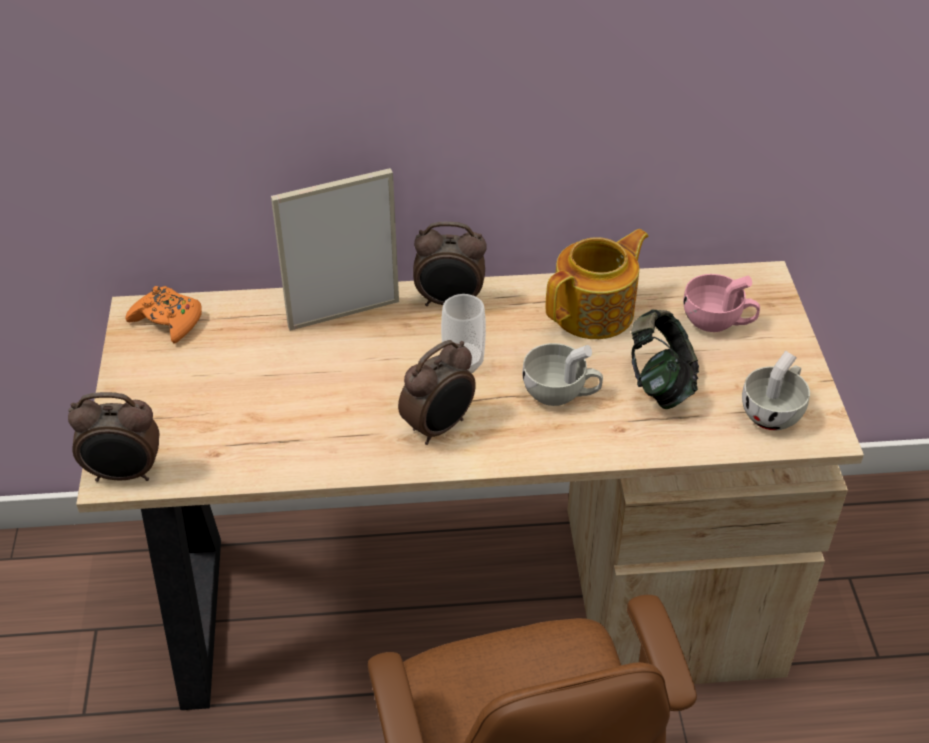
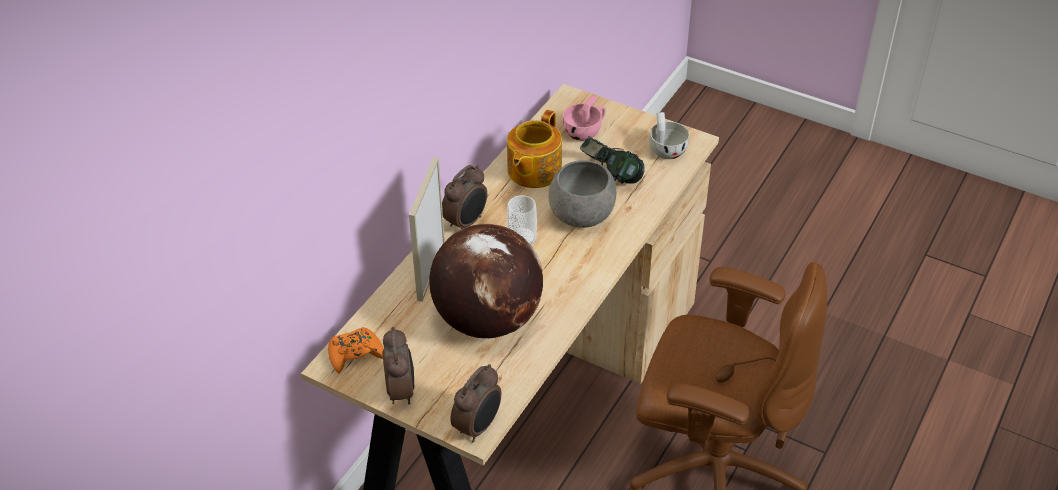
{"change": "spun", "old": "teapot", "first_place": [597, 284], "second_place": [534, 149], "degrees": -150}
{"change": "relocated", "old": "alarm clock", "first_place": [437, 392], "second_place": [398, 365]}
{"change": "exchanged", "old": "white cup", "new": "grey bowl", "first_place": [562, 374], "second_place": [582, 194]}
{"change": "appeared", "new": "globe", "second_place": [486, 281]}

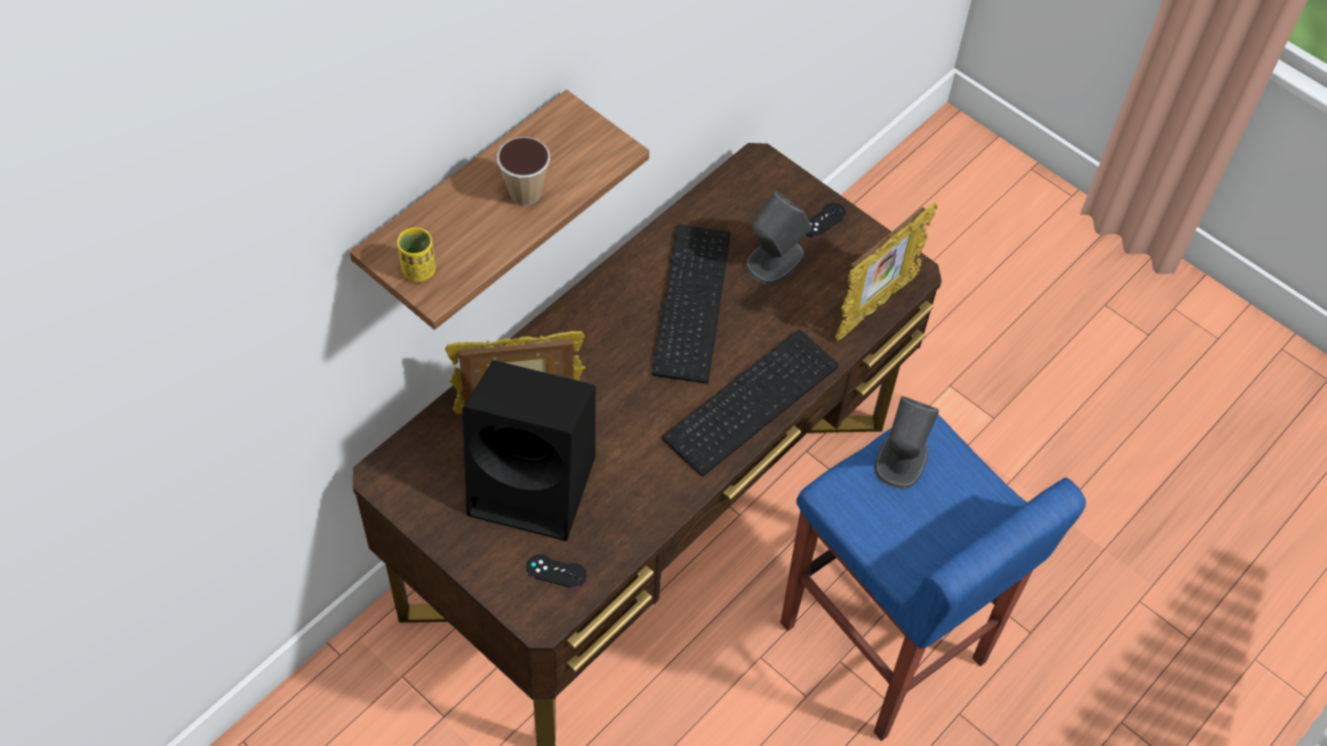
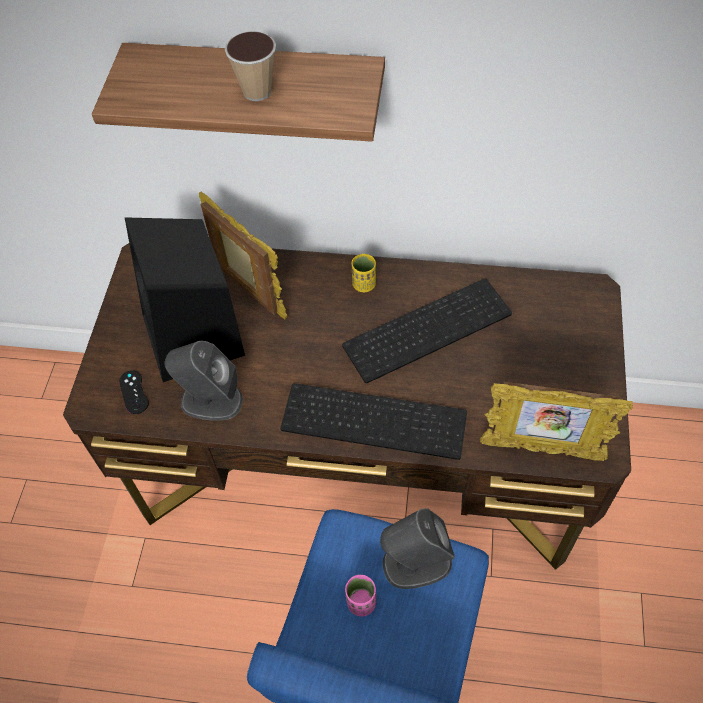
{"change": "relocated", "old": "grey speaker", "first_place": [778, 238], "second_place": [203, 381]}
{"change": "missing", "old": "black game controller", "first_place": [826, 220]}
{"change": "relocated", "old": "yellow cup", "first_place": [416, 254], "second_place": [364, 273]}
{"change": "appeared", "new": "pink cup", "second_place": [360, 596]}

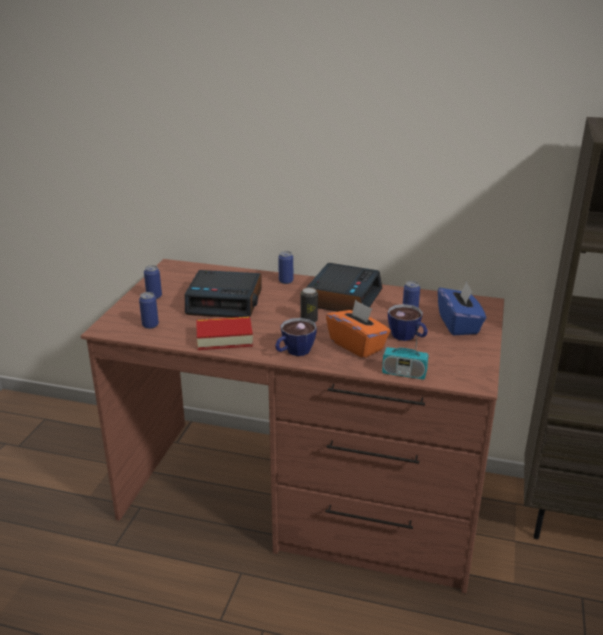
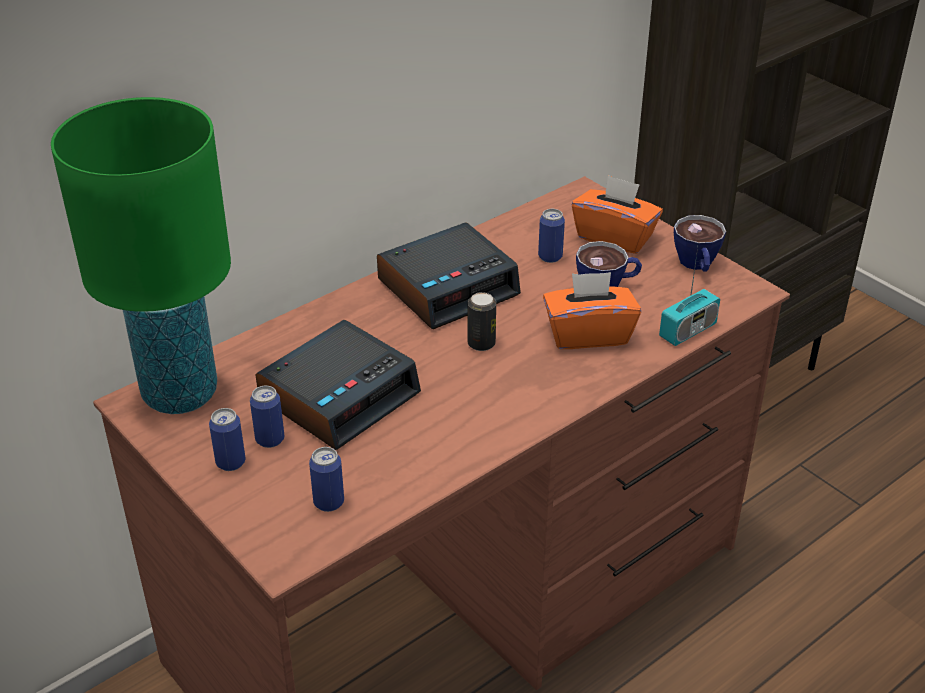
{"change": "relocated", "old": "can", "first_place": [285, 267], "second_place": [267, 416]}
{"change": "spun", "old": "alarm clock", "first_place": [344, 287], "second_place": [449, 275], "degrees": 90}
{"change": "colour", "old": "blue tissue box", "new": "orange tissue box", "first_place": [462, 308], "second_place": [617, 214]}
{"change": "missing", "old": "book", "first_place": [224, 333]}
{"change": "relocated", "old": "cup", "first_place": [296, 337], "second_place": [700, 243]}
{"change": "appeared", "new": "green table lamp", "second_place": [141, 255]}

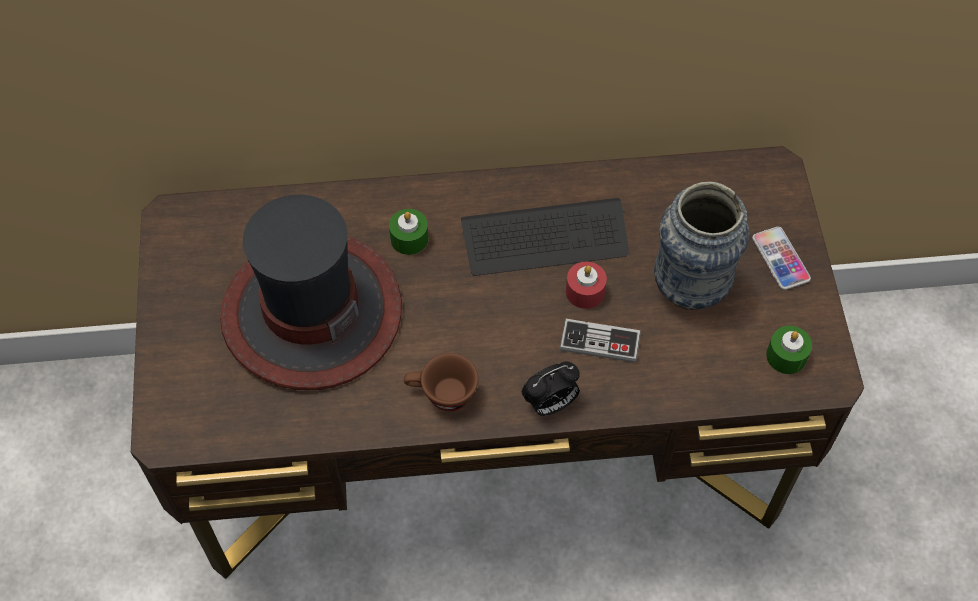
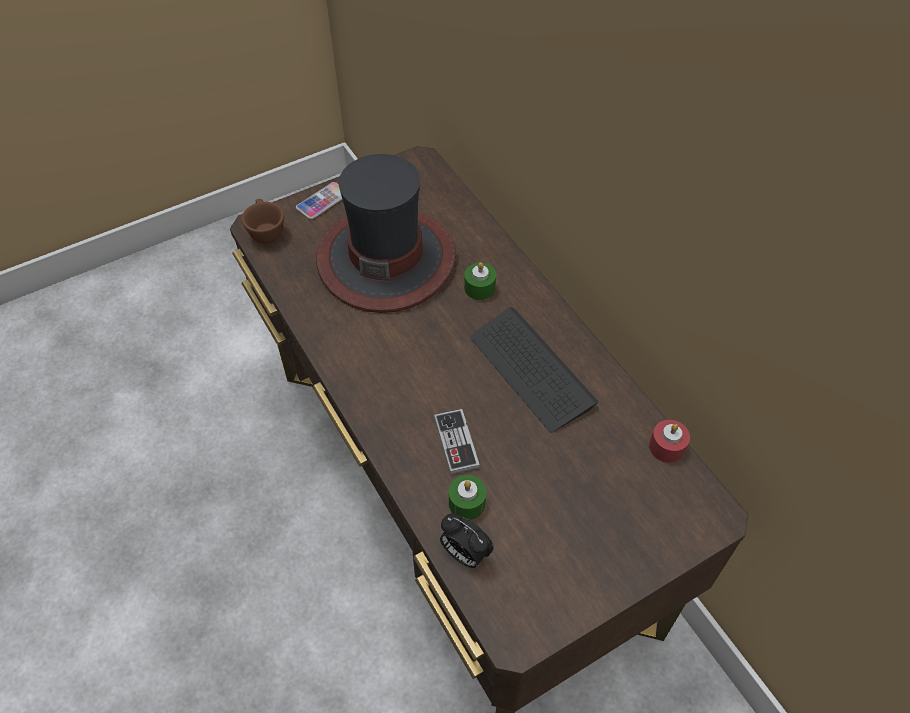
{"change": "missing", "old": "vase", "first_place": [702, 246]}
{"change": "relocated", "old": "phone", "first_place": [781, 258], "second_place": [319, 200]}
{"change": "relocated", "old": "red candle", "first_place": [586, 285], "second_place": [669, 441]}
{"change": "relocated", "old": "green candle", "first_place": [789, 350], "second_place": [467, 497]}
{"change": "relocated", "old": "brown cup", "first_place": [441, 382], "second_place": [263, 221]}
{"change": "relocated", "old": "alarm clock", "first_place": [551, 388], "second_place": [467, 540]}

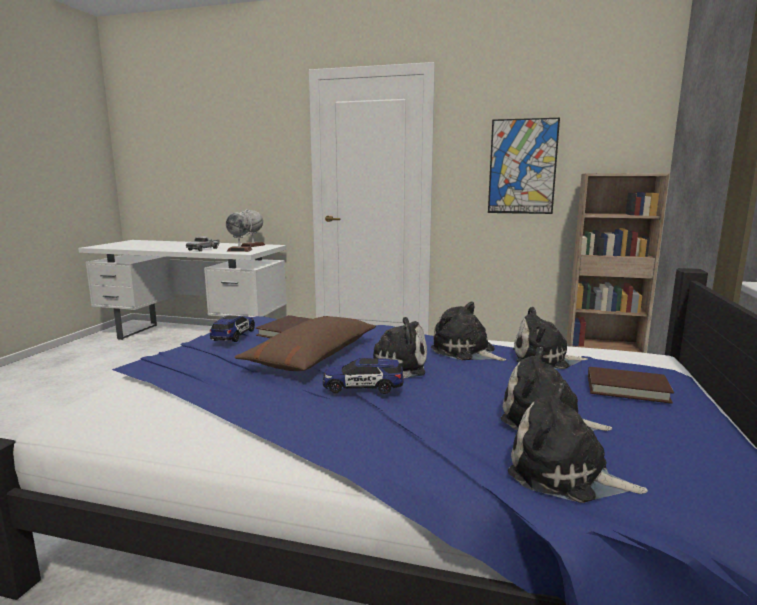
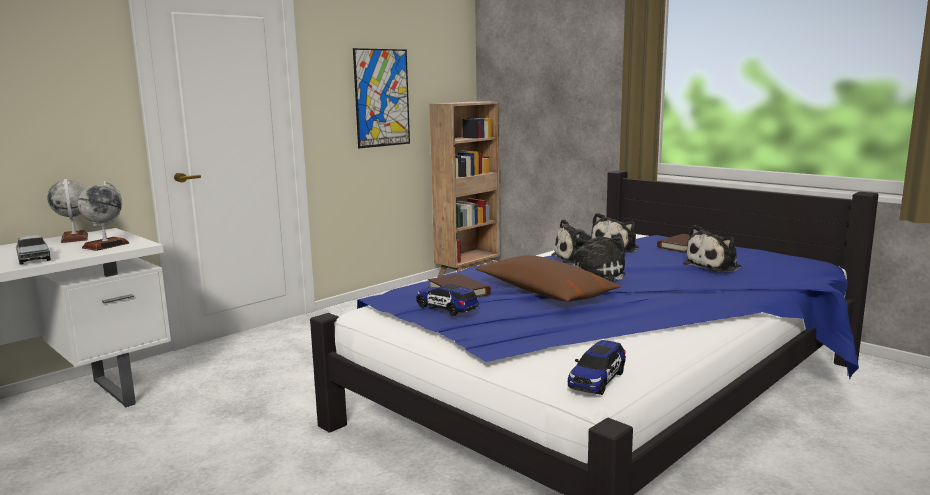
{"change": "relocated", "old": "toy car", "first_place": [363, 376], "second_place": [597, 367]}
{"change": "missing", "old": "plush toy", "first_place": [578, 443]}

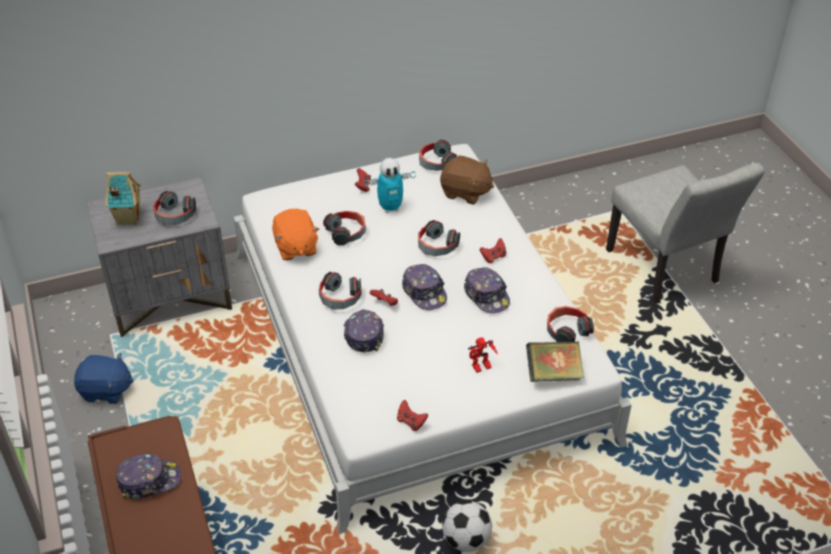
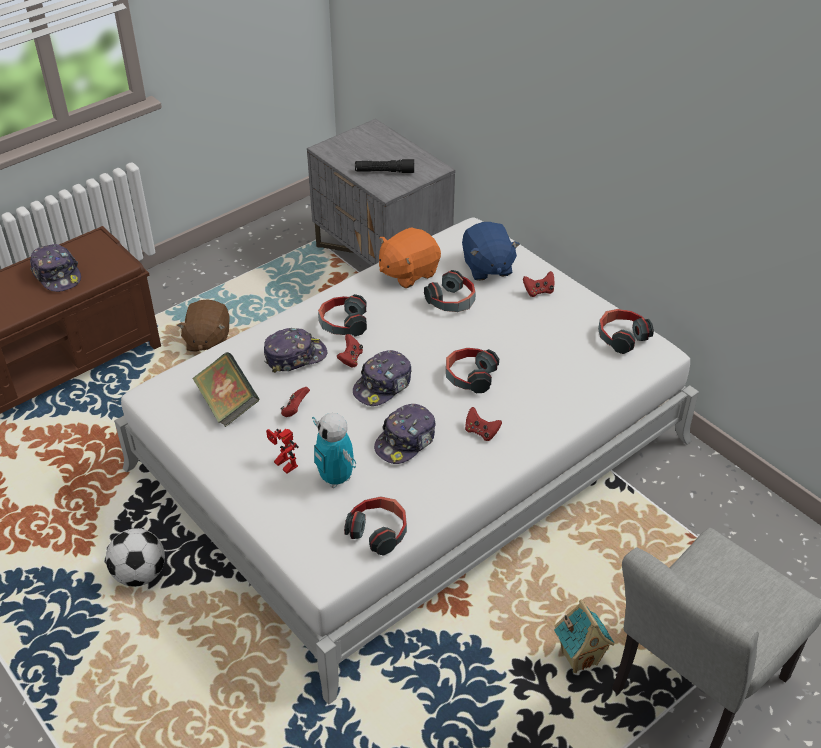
{"change": "relocated", "old": "brown plush toy", "first_place": [467, 180], "second_place": [203, 325]}
{"change": "relocated", "old": "toy robot", "first_place": [390, 185], "second_place": [334, 450]}
{"change": "relocated", "old": "toy house", "first_place": [123, 198], "second_place": [584, 636]}
{"change": "exchanged", "old": "headphones", "new": "black flashlight", "first_place": [174, 208], "second_place": [384, 166]}
{"change": "relocated", "old": "book", "first_place": [555, 361], "second_place": [226, 389]}
{"change": "relocated", "old": "blue plush toy", "first_place": [104, 378], "second_place": [491, 251]}
{"change": "relocated", "old": "red game controller", "first_place": [412, 415], "second_place": [295, 402]}

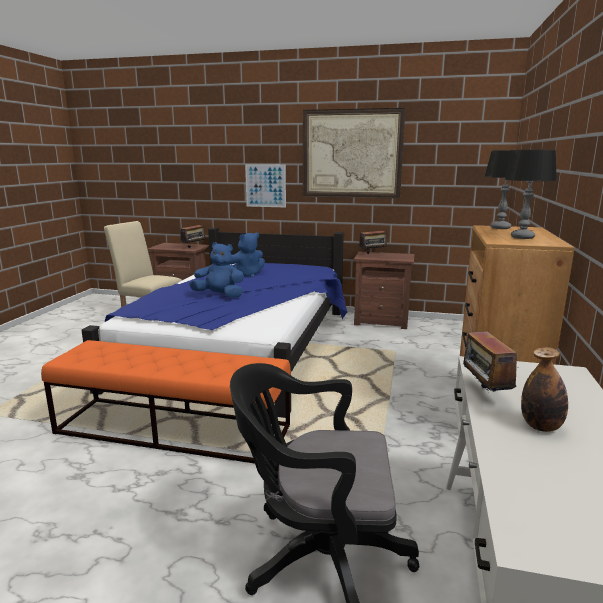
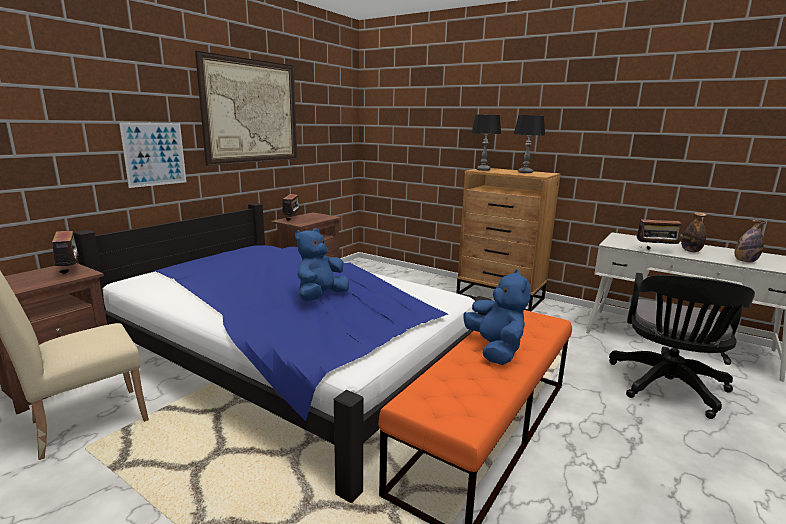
{"change": "relocated", "old": "blue plush toy", "first_place": [248, 254], "second_place": [497, 317]}
{"change": "appeared", "new": "bottle", "second_place": [750, 241]}

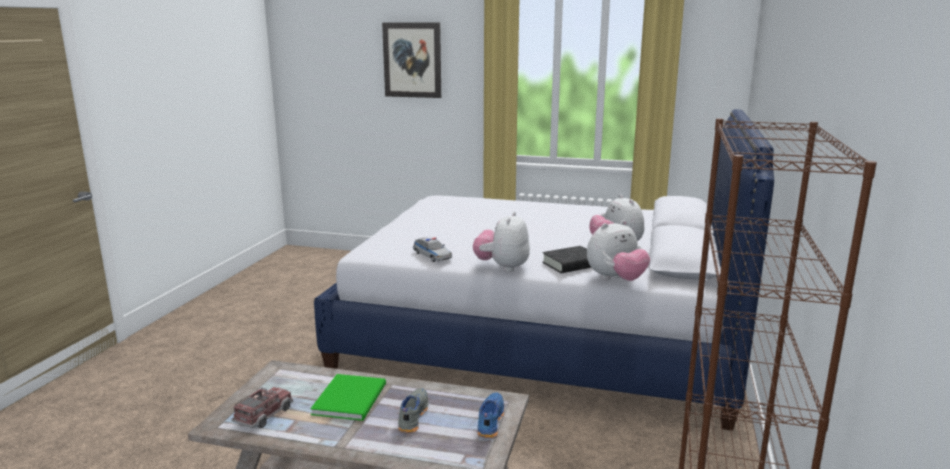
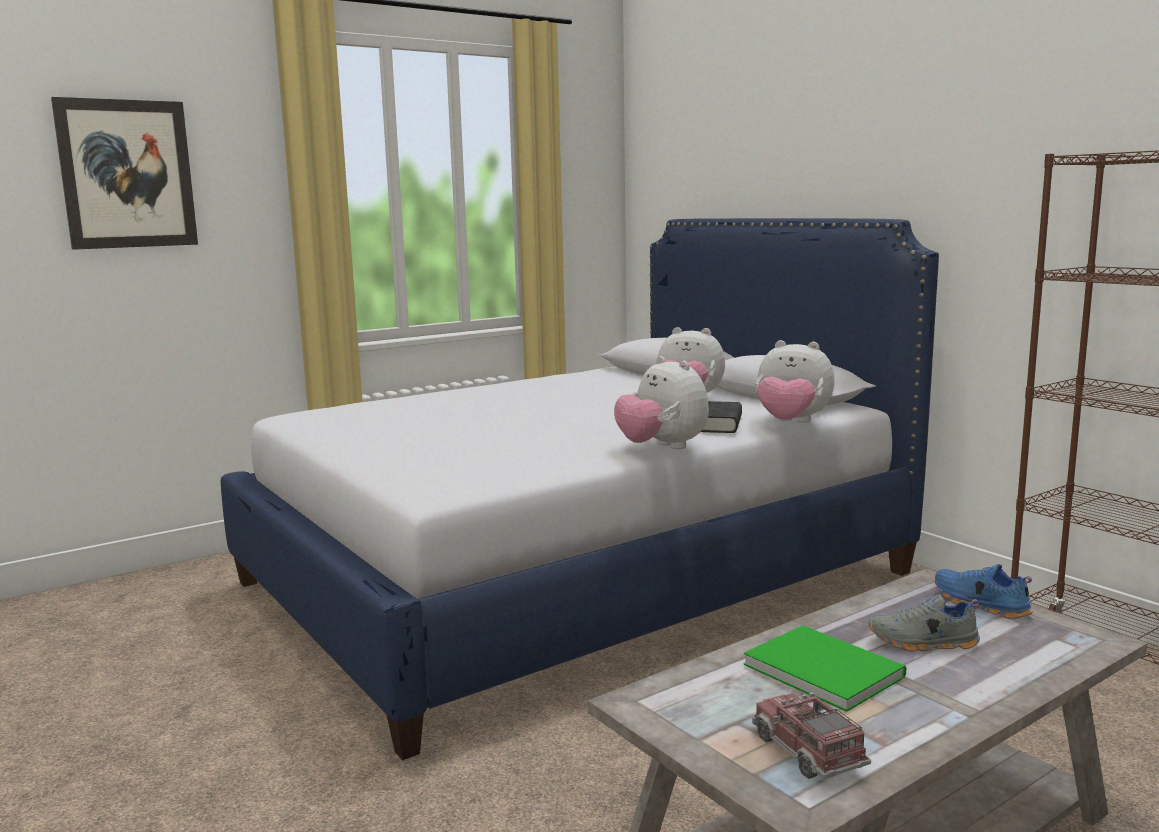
{"change": "spun", "old": "plush toy", "first_place": [618, 250], "second_place": [795, 381], "degrees": 105}
{"change": "missing", "old": "toy car", "first_place": [432, 249]}
{"change": "spun", "old": "grey shoe", "first_place": [413, 410], "second_place": [924, 622], "degrees": -45}

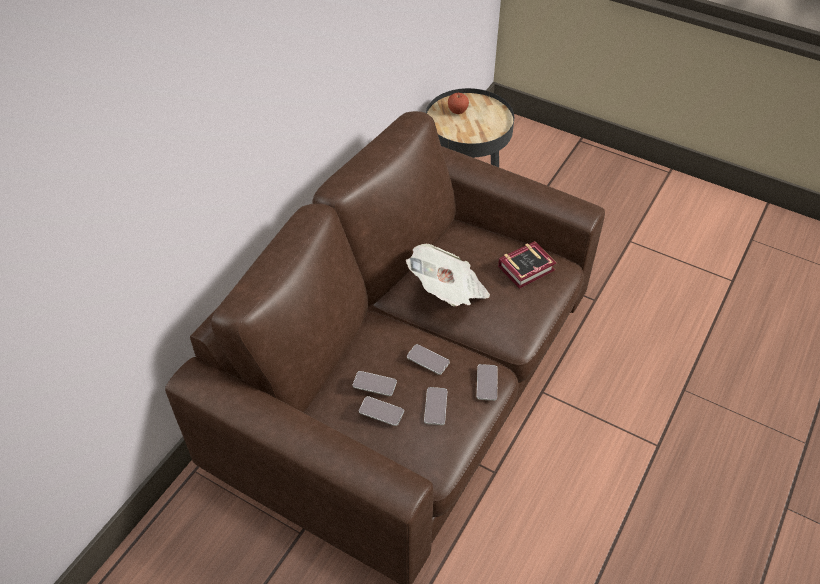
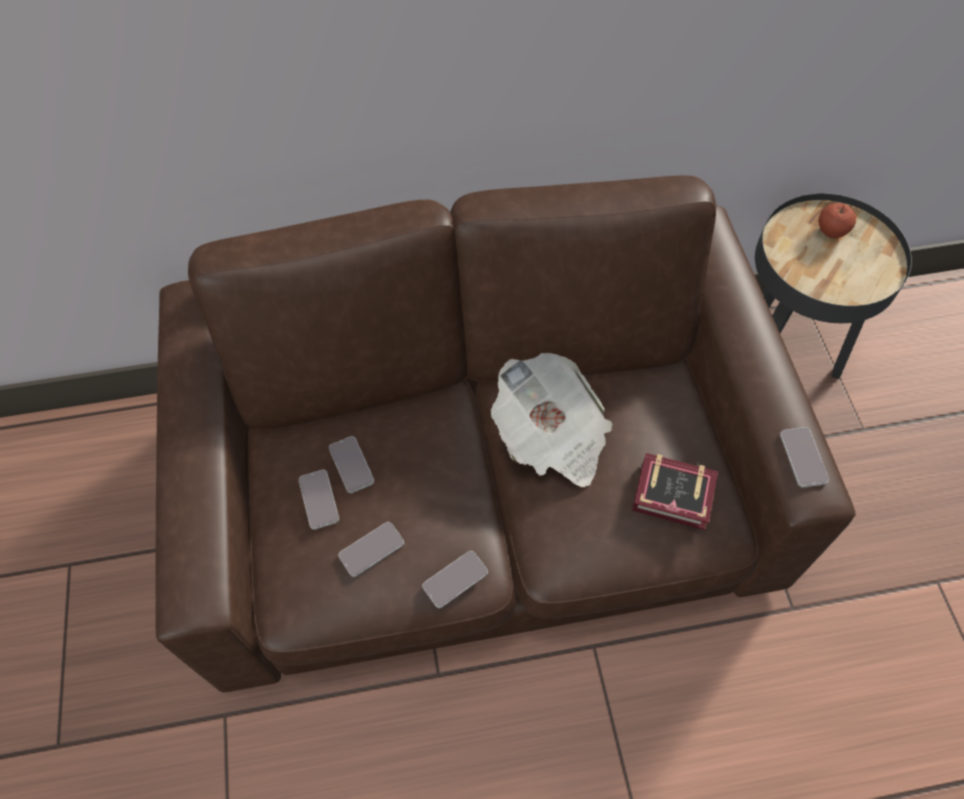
{"change": "relocated", "old": "phone", "first_place": [428, 359], "second_place": [804, 457]}

